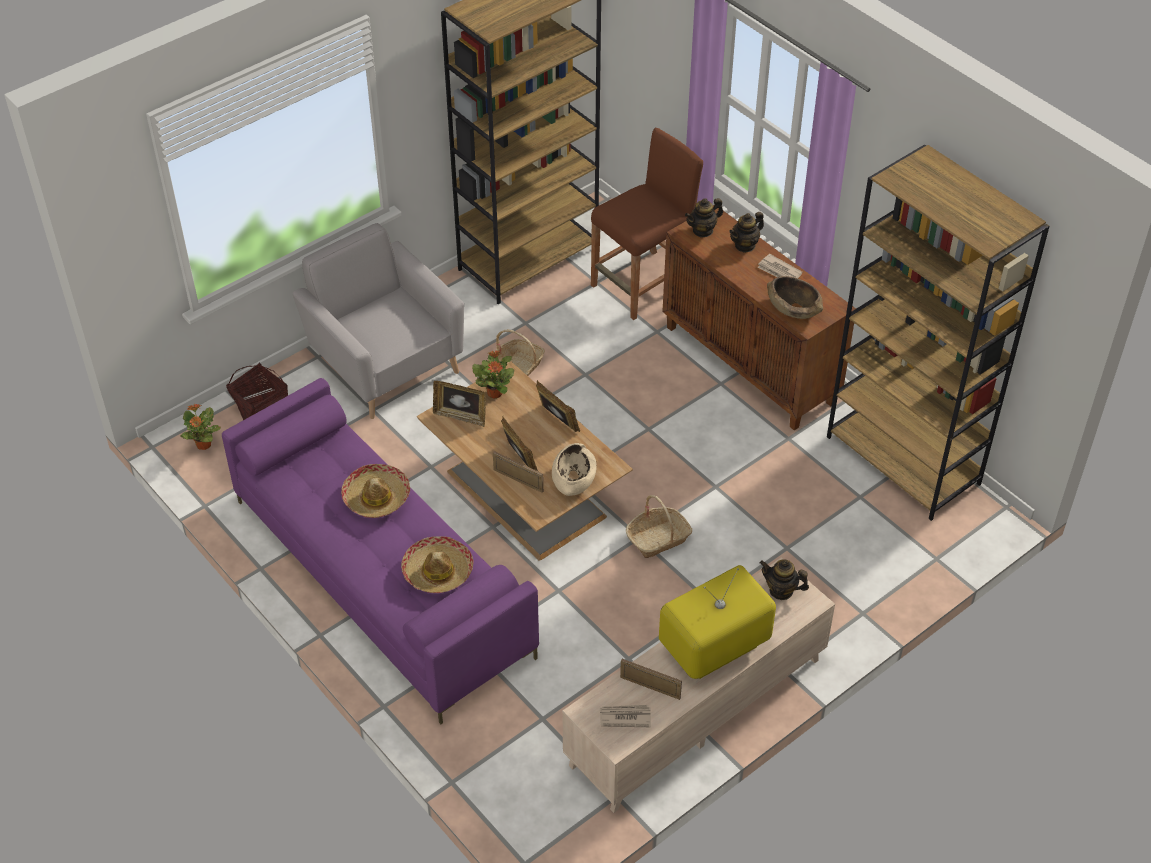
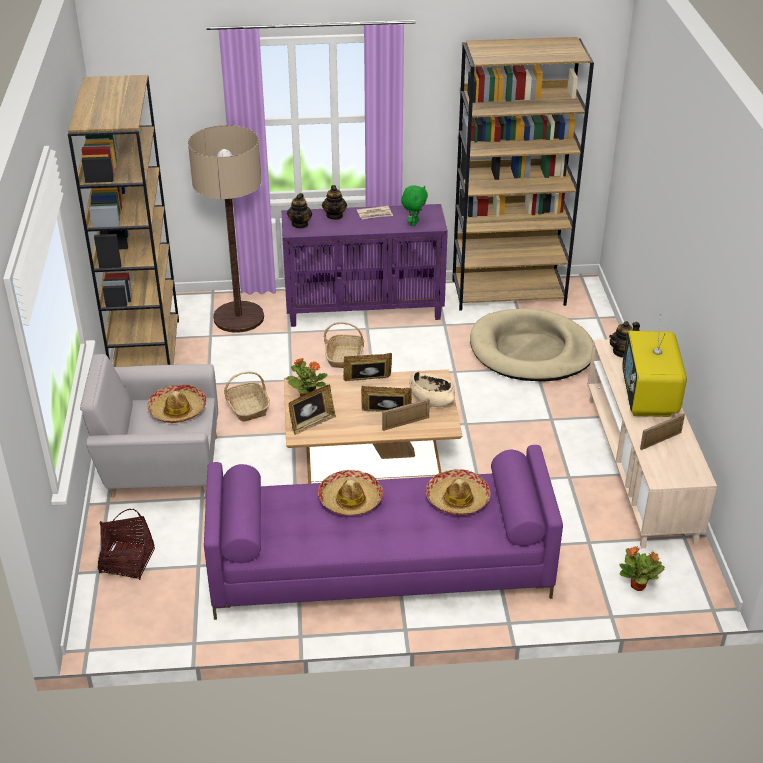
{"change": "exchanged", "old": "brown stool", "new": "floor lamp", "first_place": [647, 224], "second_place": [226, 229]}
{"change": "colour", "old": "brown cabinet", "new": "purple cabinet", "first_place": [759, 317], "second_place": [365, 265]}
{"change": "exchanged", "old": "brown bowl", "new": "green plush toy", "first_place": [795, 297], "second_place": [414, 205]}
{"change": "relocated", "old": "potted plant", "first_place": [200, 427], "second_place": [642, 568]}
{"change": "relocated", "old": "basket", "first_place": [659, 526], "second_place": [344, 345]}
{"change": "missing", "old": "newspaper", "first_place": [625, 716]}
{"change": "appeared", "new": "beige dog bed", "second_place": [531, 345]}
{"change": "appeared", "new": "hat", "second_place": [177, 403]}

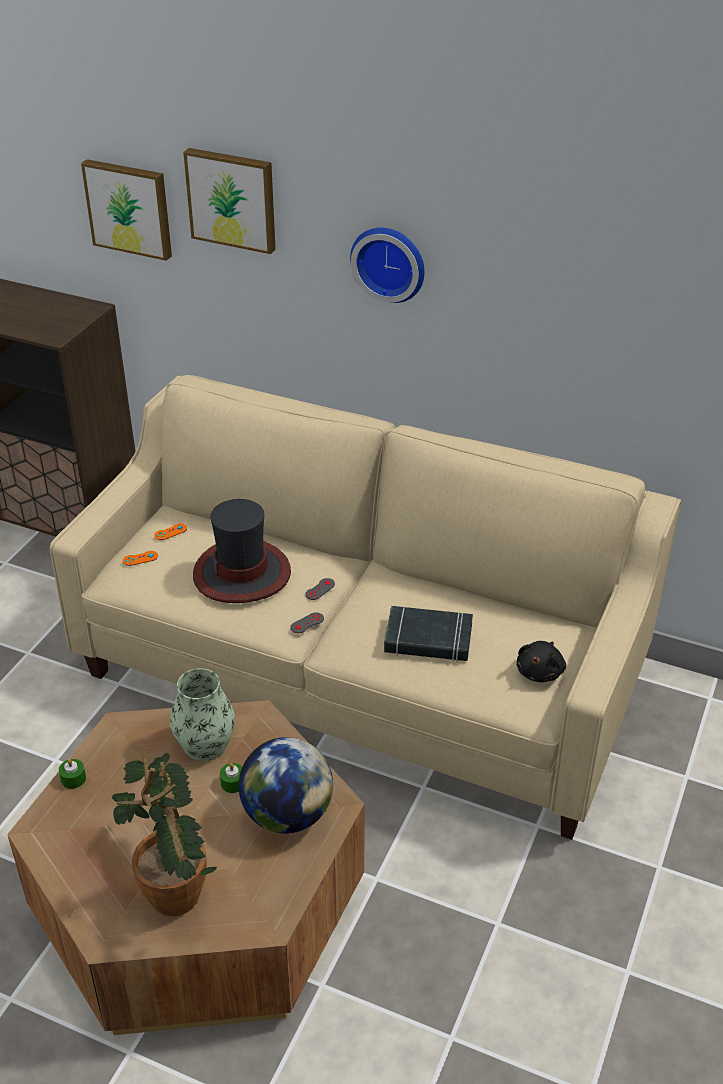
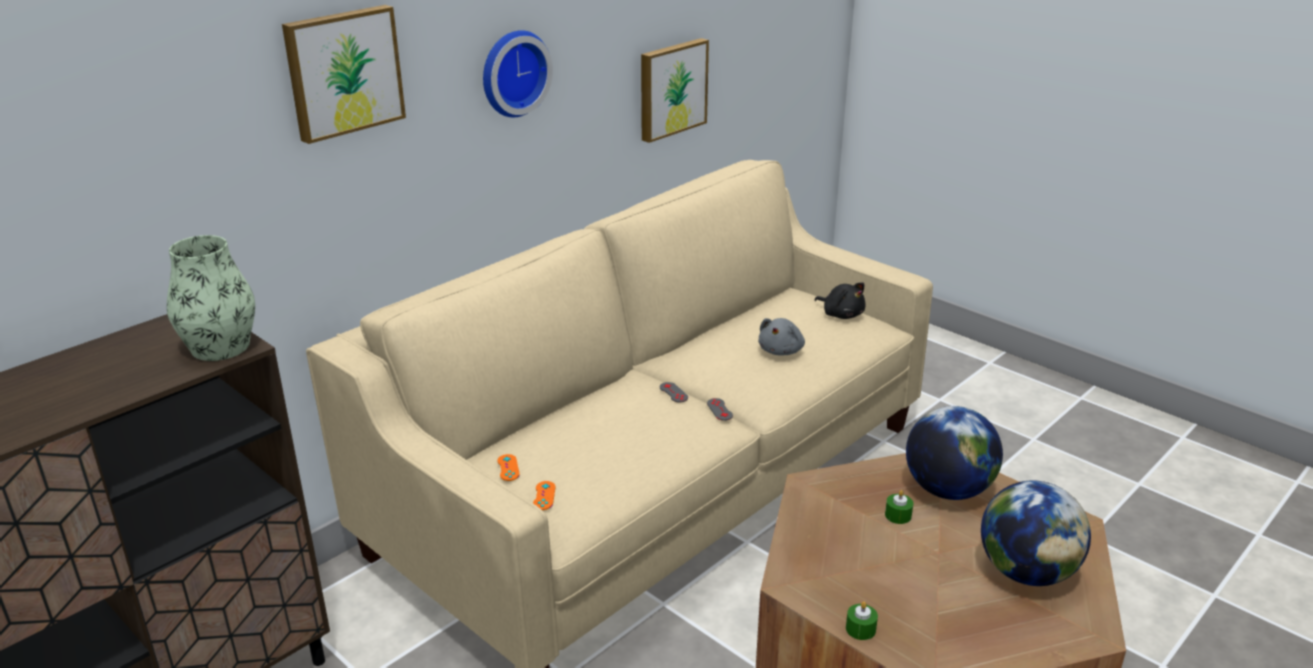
{"change": "relocated", "old": "picture", "first_place": [126, 210], "second_place": [675, 90]}
{"change": "missing", "old": "hat", "first_place": [242, 551]}
{"change": "exchanged", "old": "black book", "new": "grey plush toy", "first_place": [428, 634], "second_place": [781, 336]}
{"change": "relocated", "old": "vase", "first_place": [202, 714], "second_place": [211, 298]}
{"change": "exchanged", "old": "potted plant", "new": "globe", "first_place": [164, 834], "second_place": [1036, 533]}

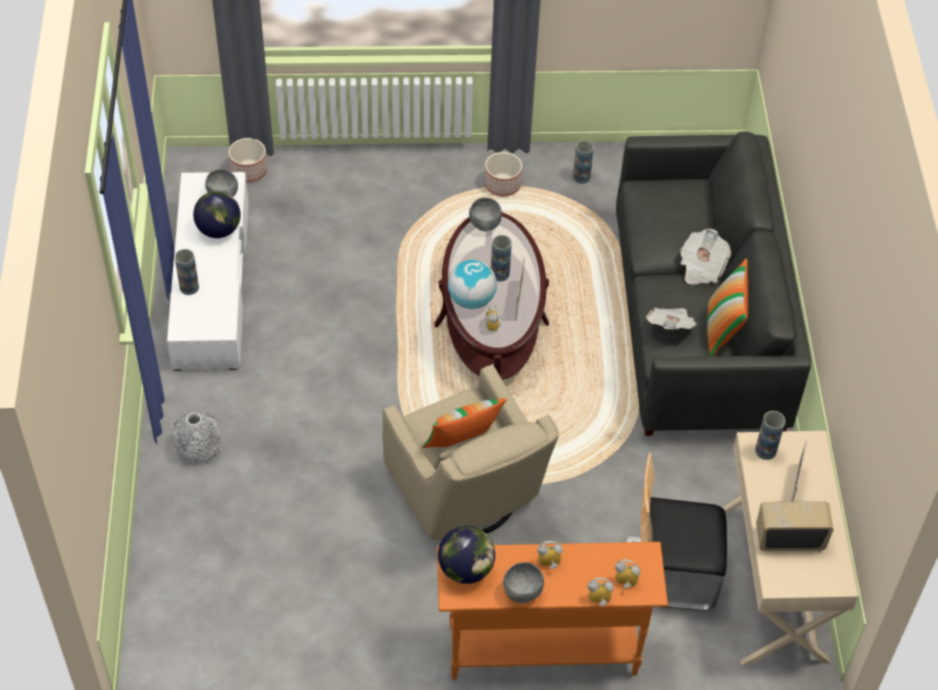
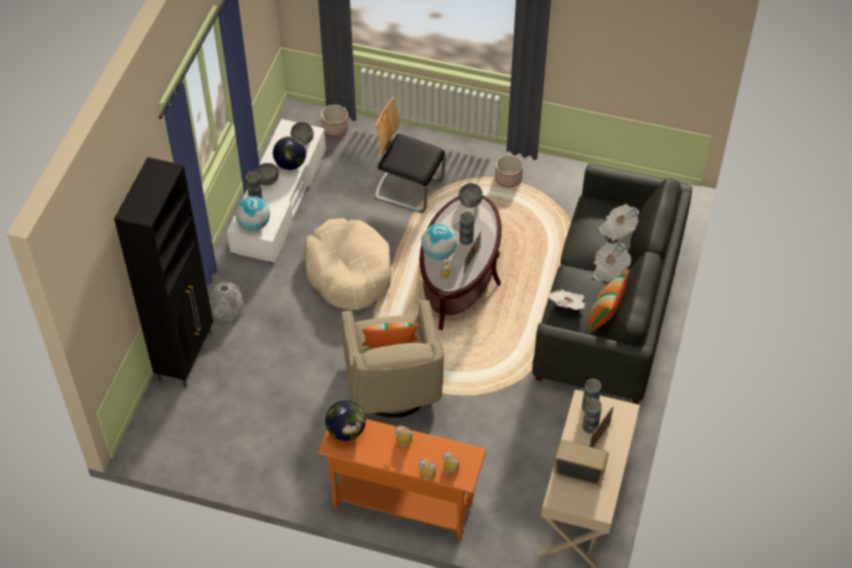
{"change": "relocated", "old": "vase", "first_place": [583, 162], "second_place": [592, 416]}
{"change": "relocated", "old": "chair", "first_place": [677, 532], "second_place": [409, 155]}
{"change": "relocated", "old": "grey bowl", "first_place": [523, 582], "second_place": [267, 174]}
{"change": "appeared", "new": "black cabinet", "second_place": [163, 272]}
{"change": "appeared", "new": "globe", "second_place": [252, 213]}
{"change": "appeared", "new": "newspaper", "second_place": [619, 222]}
{"change": "appeared", "new": "beige dog bed", "second_place": [347, 264]}

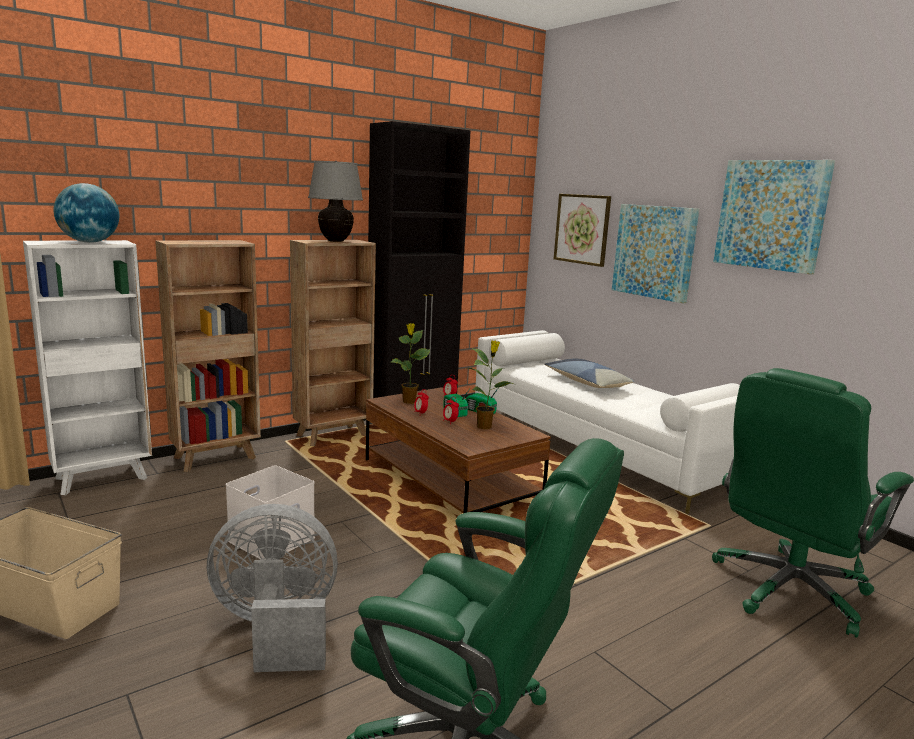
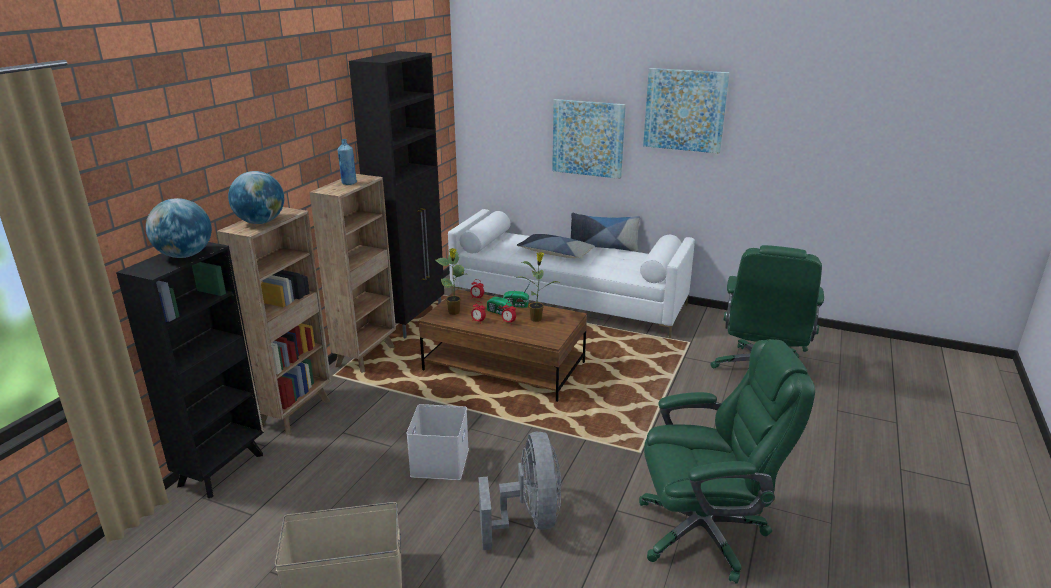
{"change": "exchanged", "old": "grey table lamp", "new": "blue bottle", "first_place": [335, 201], "second_place": [347, 162]}
{"change": "missing", "old": "picture", "first_place": [582, 230]}
{"change": "colour", "old": "white bookcase", "new": "black bookcase", "first_place": [87, 367], "second_place": [190, 370]}
{"change": "spun", "old": "grey fan", "first_place": [272, 588], "second_place": [519, 491], "degrees": 120}
{"change": "appeared", "new": "globe", "second_place": [256, 197]}
{"change": "appeared", "new": "pillow", "second_place": [605, 232]}

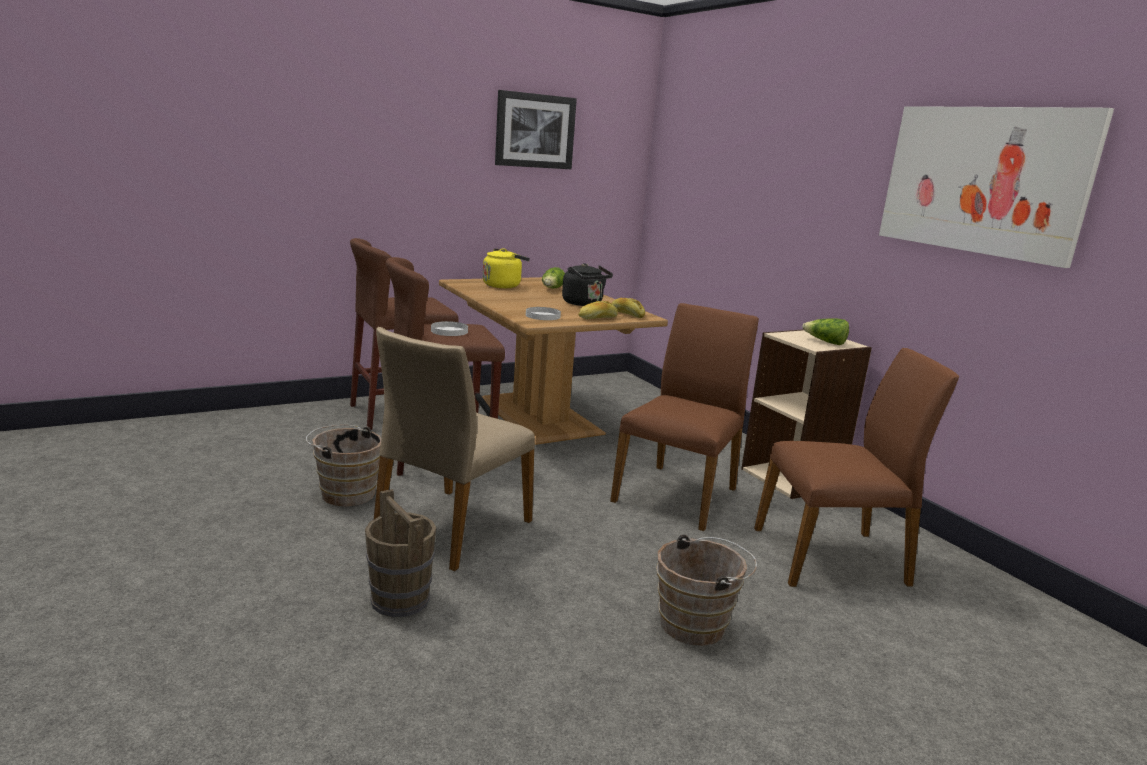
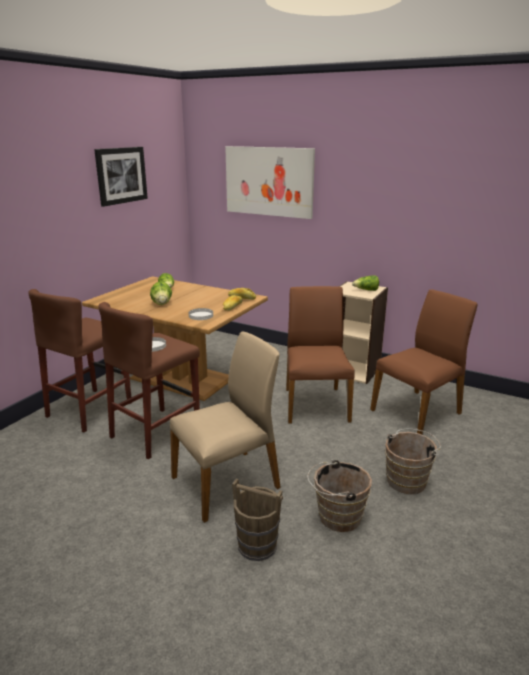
{"change": "relocated", "old": "picture", "first_place": [996, 187], "second_place": [270, 182]}
{"change": "missing", "old": "yellow kettle", "first_place": [506, 268]}
{"change": "missing", "old": "black kettle", "first_place": [587, 284]}
{"change": "spun", "old": "beige chair", "first_place": [454, 449], "second_place": [225, 427], "degrees": -120}
{"change": "relocated", "old": "brown bucket", "first_place": [343, 465], "second_place": [339, 495]}
{"change": "appeared", "new": "lettuce", "second_place": [161, 293]}

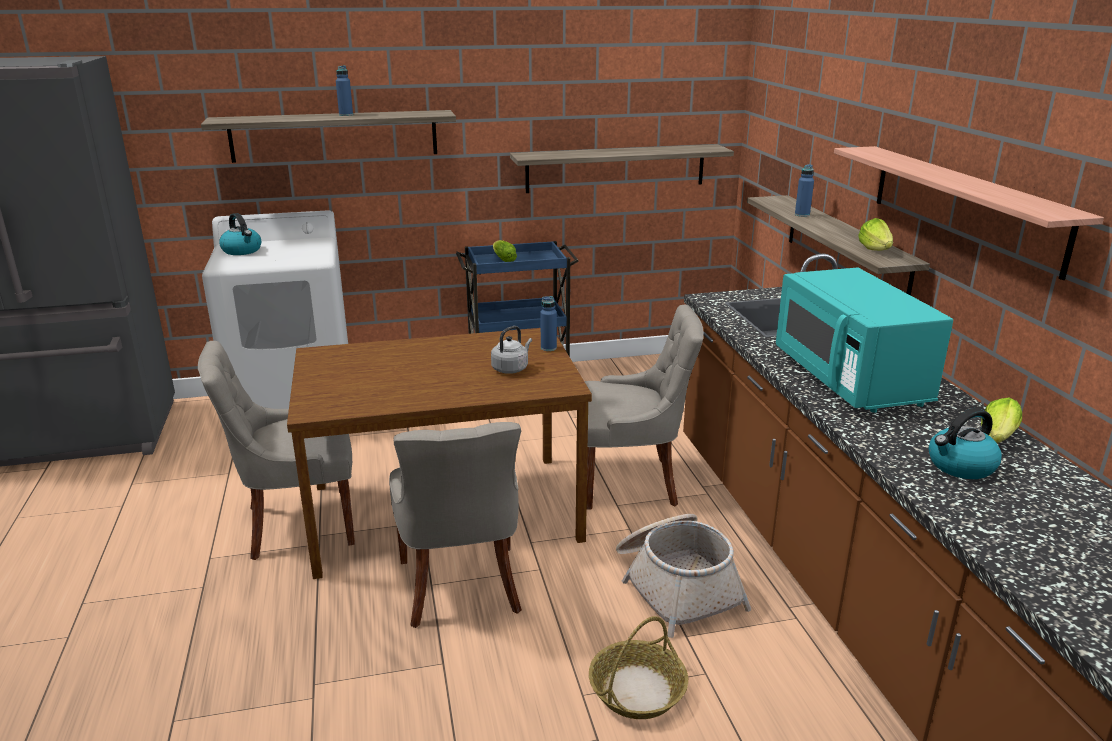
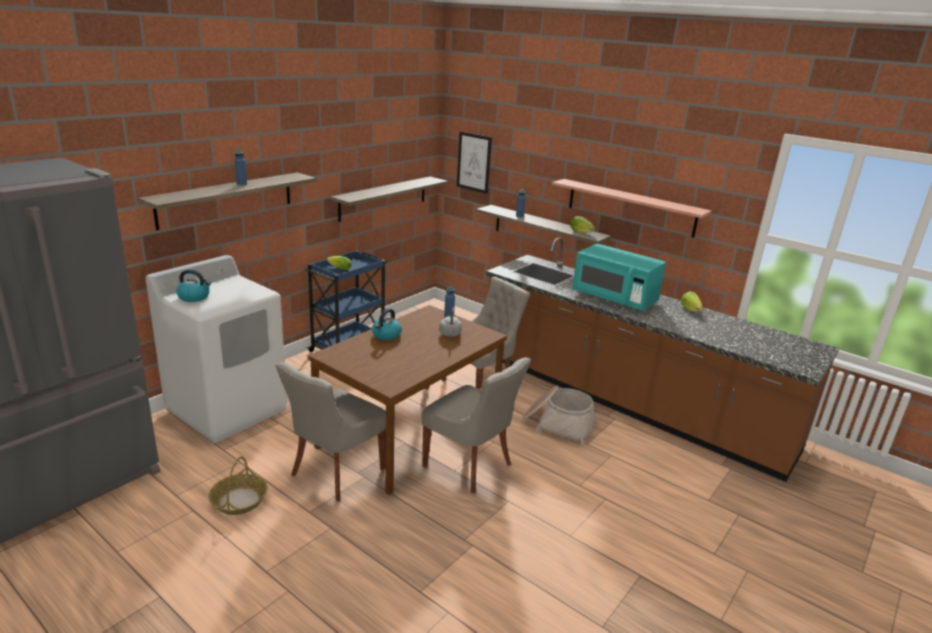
{"change": "relocated", "old": "kettle", "first_place": [965, 443], "second_place": [387, 324]}
{"change": "relocated", "old": "basket", "first_place": [638, 667], "second_place": [238, 485]}
{"change": "appeared", "new": "picture", "second_place": [474, 163]}

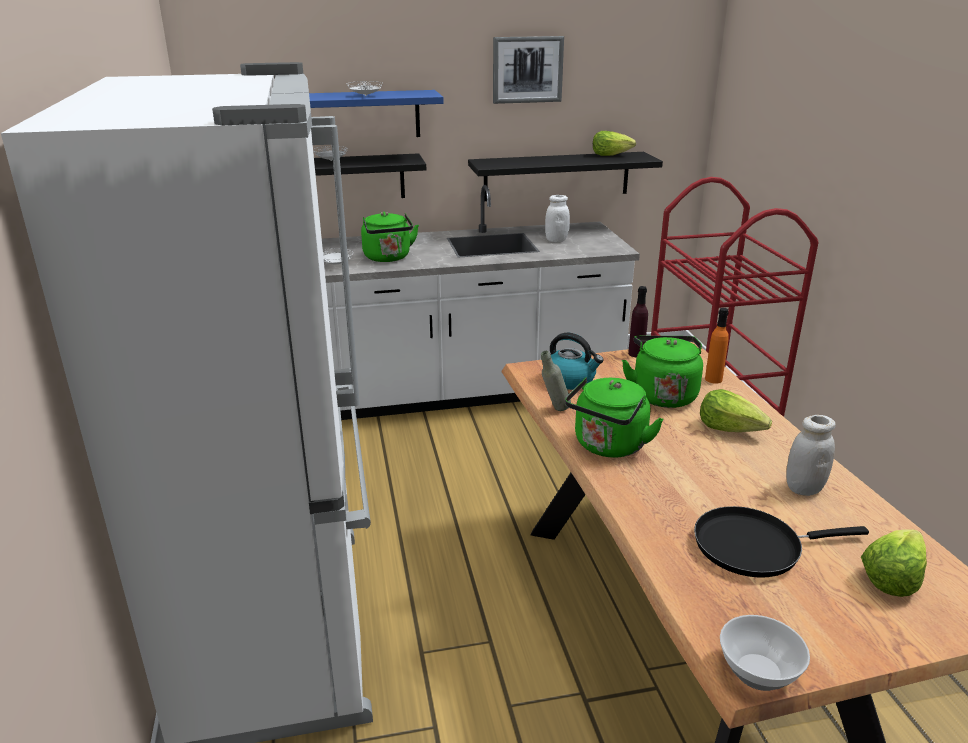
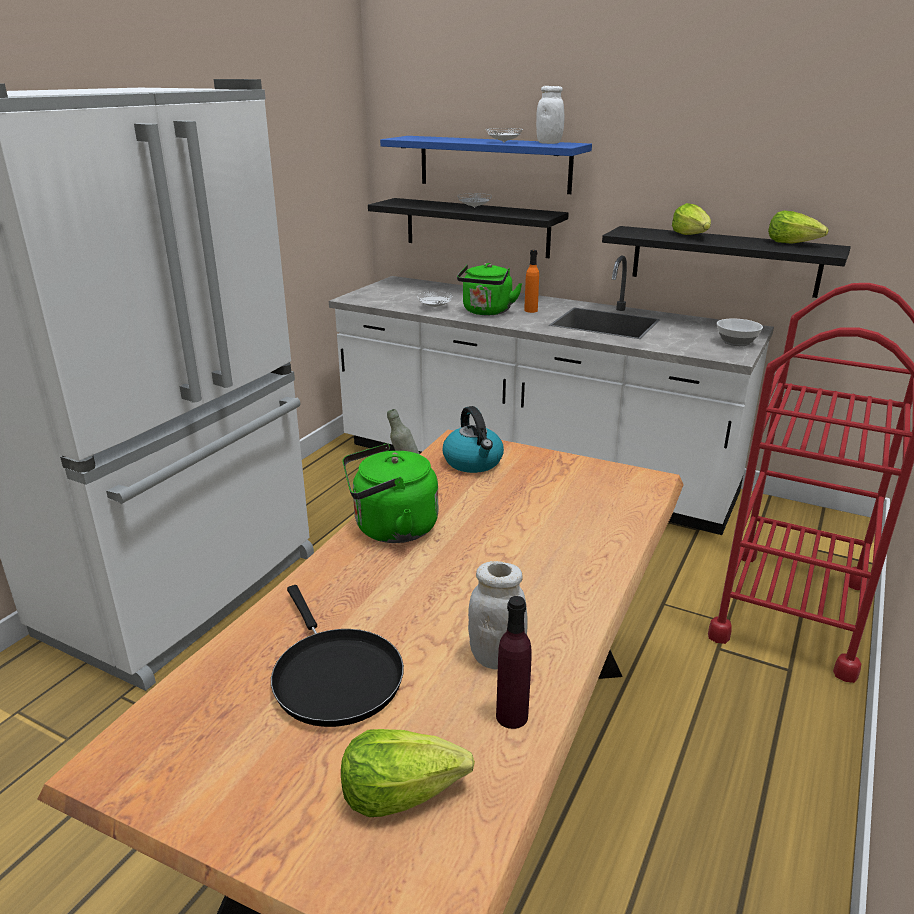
{"change": "missing", "old": "picture", "first_place": [528, 70]}
{"change": "relocated", "old": "white jar", "first_place": [557, 218], "second_place": [550, 115]}
{"change": "relocated", "old": "purple bottle", "first_place": [638, 322], "second_place": [514, 662]}
{"change": "relocated", "old": "orange bottle", "first_place": [717, 346], "second_place": [531, 281]}
{"change": "missing", "old": "green kettle", "first_place": [662, 372]}
{"change": "relocated", "old": "lettuce", "first_place": [736, 410], "second_place": [691, 219]}
{"change": "spun", "old": "black frying pan", "first_place": [781, 542], "second_place": [337, 656], "degrees": -150}
{"change": "relocated", "old": "bowl", "first_place": [765, 653], "second_place": [740, 332]}

